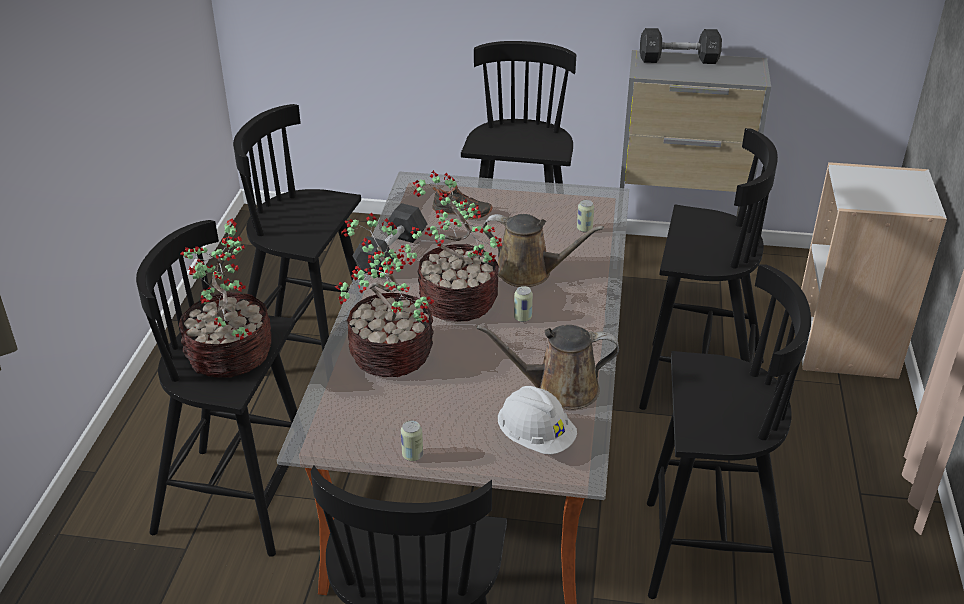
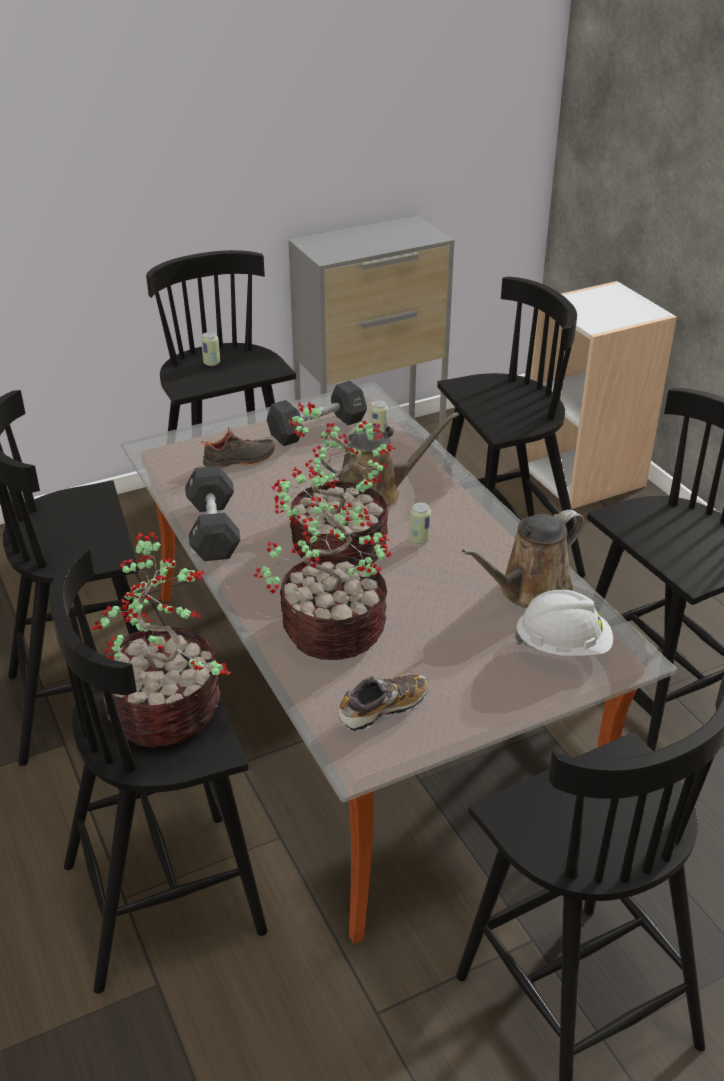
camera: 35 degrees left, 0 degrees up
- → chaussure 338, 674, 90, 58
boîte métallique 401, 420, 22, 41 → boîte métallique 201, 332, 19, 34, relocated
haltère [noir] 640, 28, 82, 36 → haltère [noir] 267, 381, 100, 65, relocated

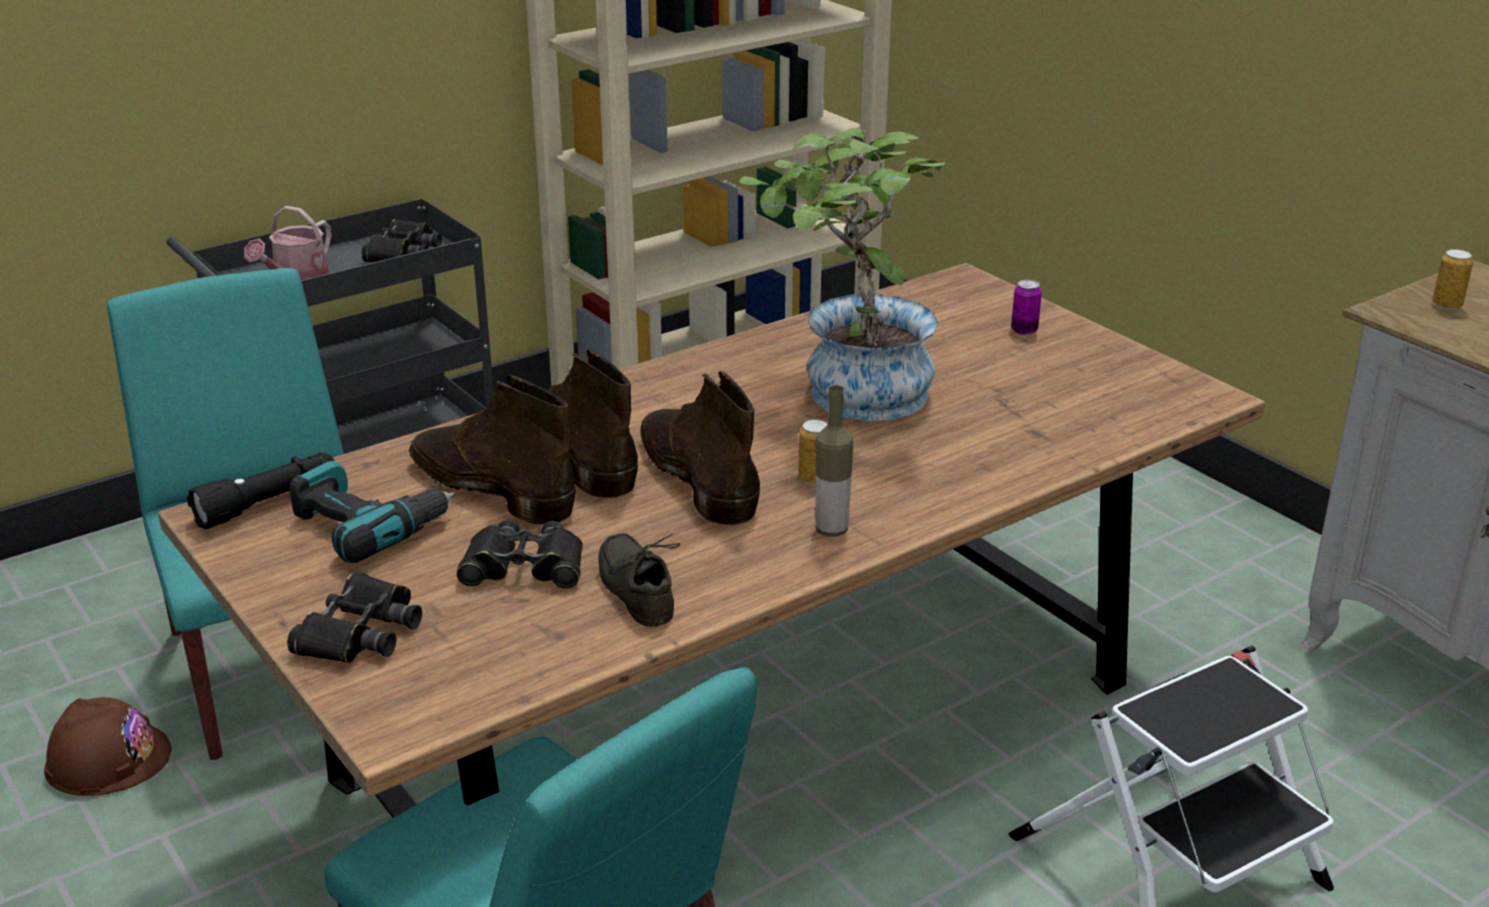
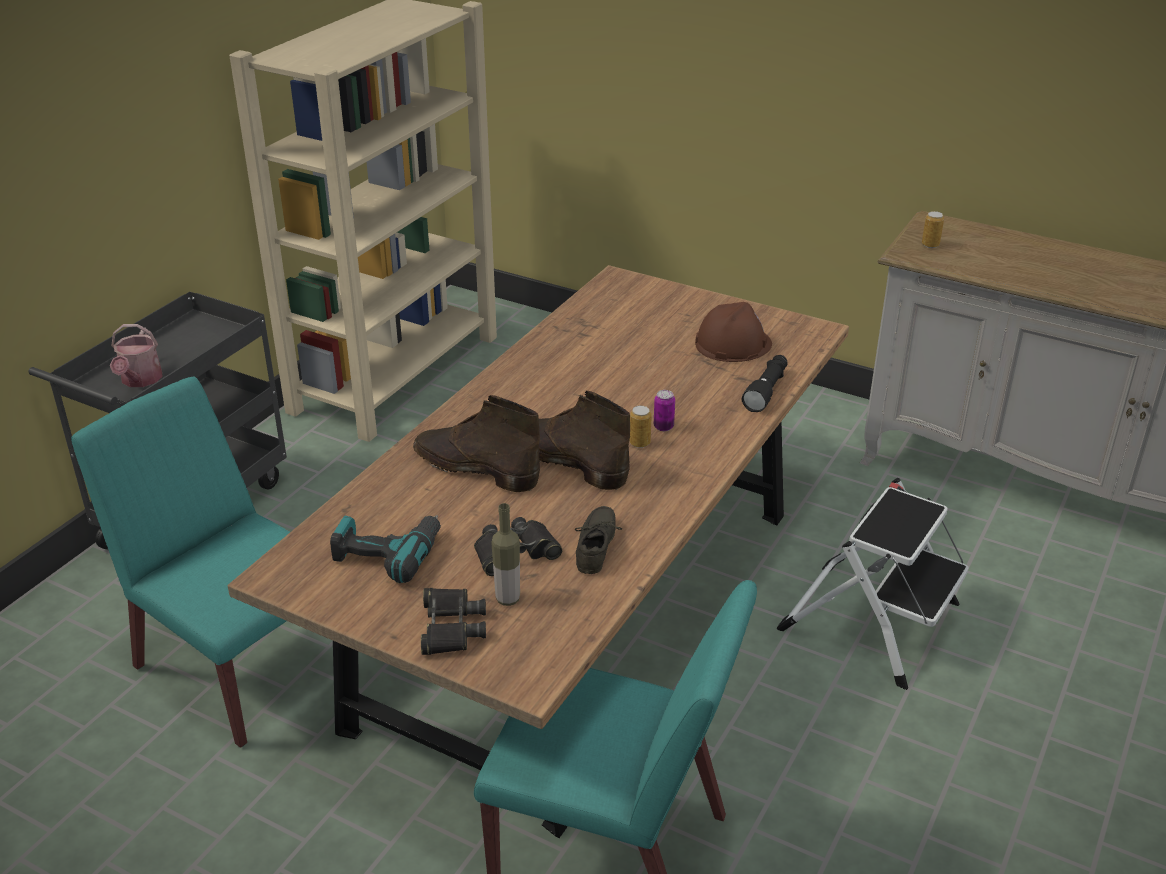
camera: 25 degrees left, 5 degrees up
jumelles [noir] 361, 219, 81, 43 → -
botte [marron] 409, 375, 167, 150 → -
plante en pot 739, 127, 207, 294 → -
casque de chantier [marron] 44, 697, 128, 99 → casque de chantier [marron] 695, 302, 77, 60, relocated
lampe de poche [noir] 187, 453, 147, 76 → lampe de poche [noir] 742, 355, 46, 57, relocated
bouteille 816, 385, 37, 152 → bouteille 491, 503, 29, 103, relocated
boîte métallique 1011, 280, 31, 55 → boîte métallique 654, 390, 21, 41, relocated
chaussure [gris] 598, 533, 82, 94 → chaussure [gris] 575, 506, 47, 68, 60 degrees clockwise

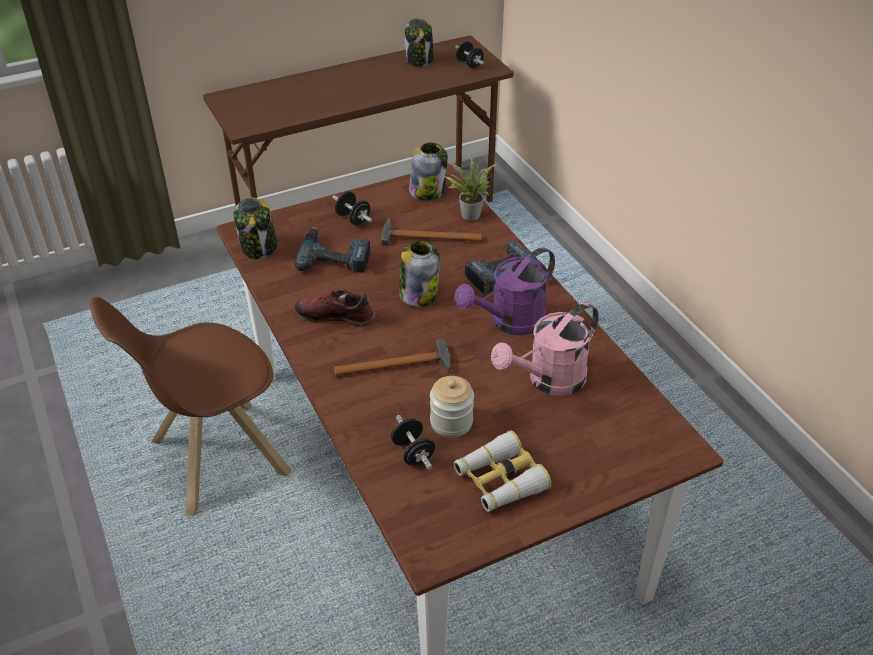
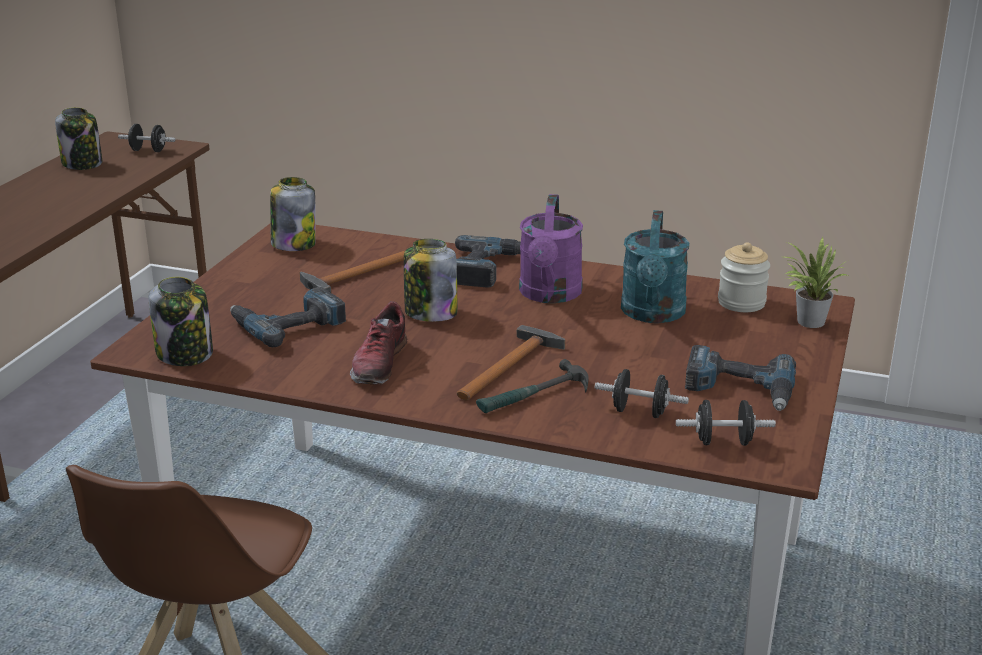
camera: 45 degrees left, 15 degrees down
- → marteau 476, 359, 113, 54
haltère [noir] 332, 191, 40, 34 → haltère [noir] 676, 400, 100, 46, relocated
bocal 430, 376, 44, 61 → bocal 718, 242, 52, 70, relocated
plante en pot 445, 157, 52, 64 → plante en pot 785, 237, 63, 91, relocated
jumelles 454, 430, 98, 82 → perceuse 685, 345, 111, 66
arrosoir [rose] 491, 303, 108, 93 → arrosoir [turquoise] 621, 210, 68, 113
chaussure 295, 288, 81, 39 → chaussure 350, 301, 57, 83, 45 degrees counterclockwise

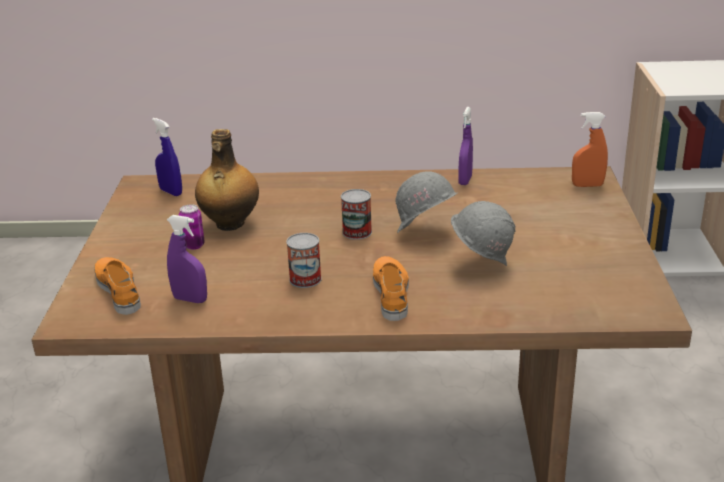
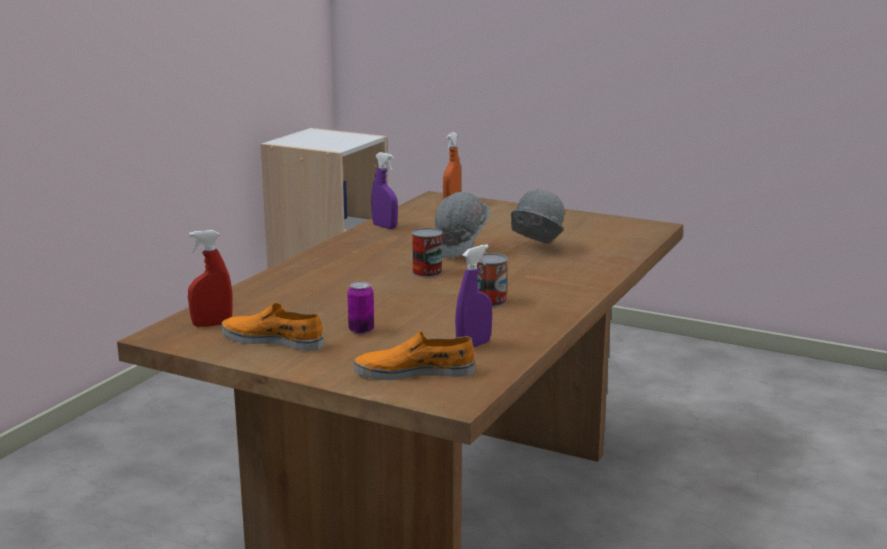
camera: 65 degrees left, 10 degrees down
bouteille 195, 129, 64, 102 → -
chaussure [orange] 373, 256, 36, 65 → chaussure [orange] 222, 303, 101, 48, relocated
vaporisateur [bleu] 152, 118, 30, 78 → vaporisateur [rouge] 188, 230, 45, 97

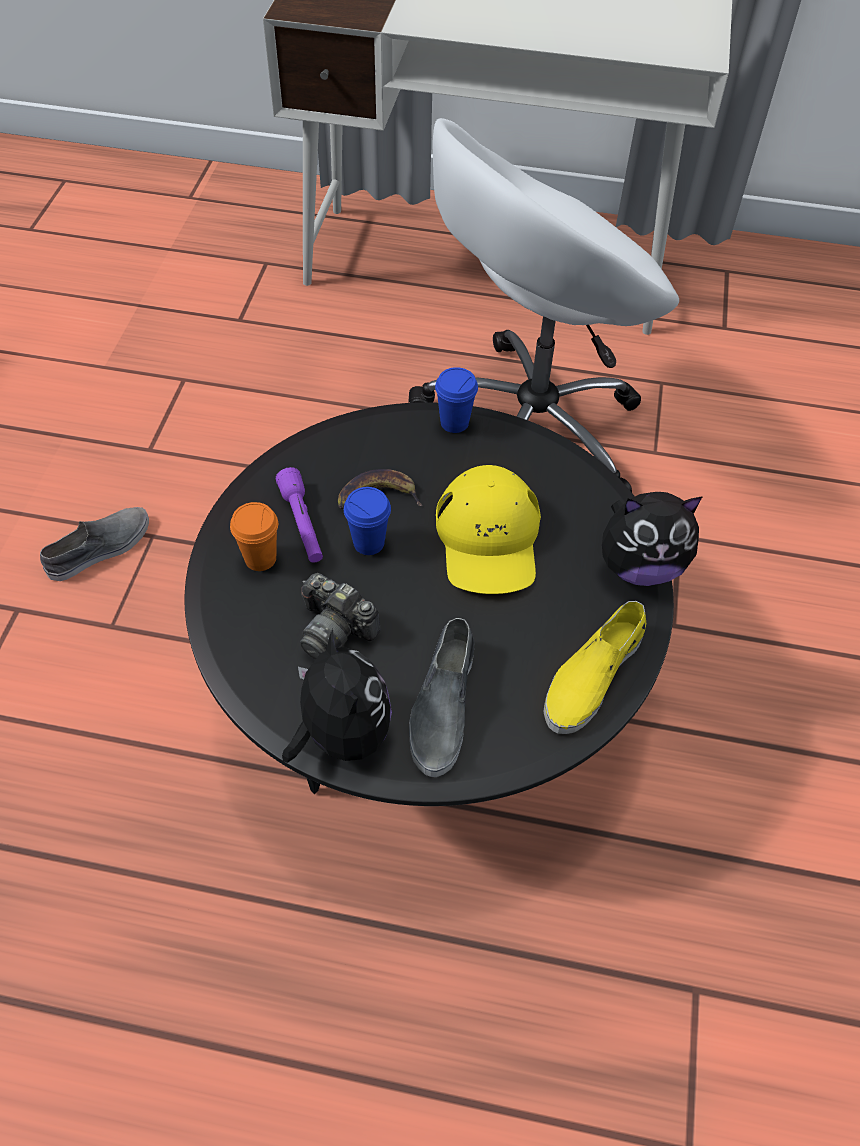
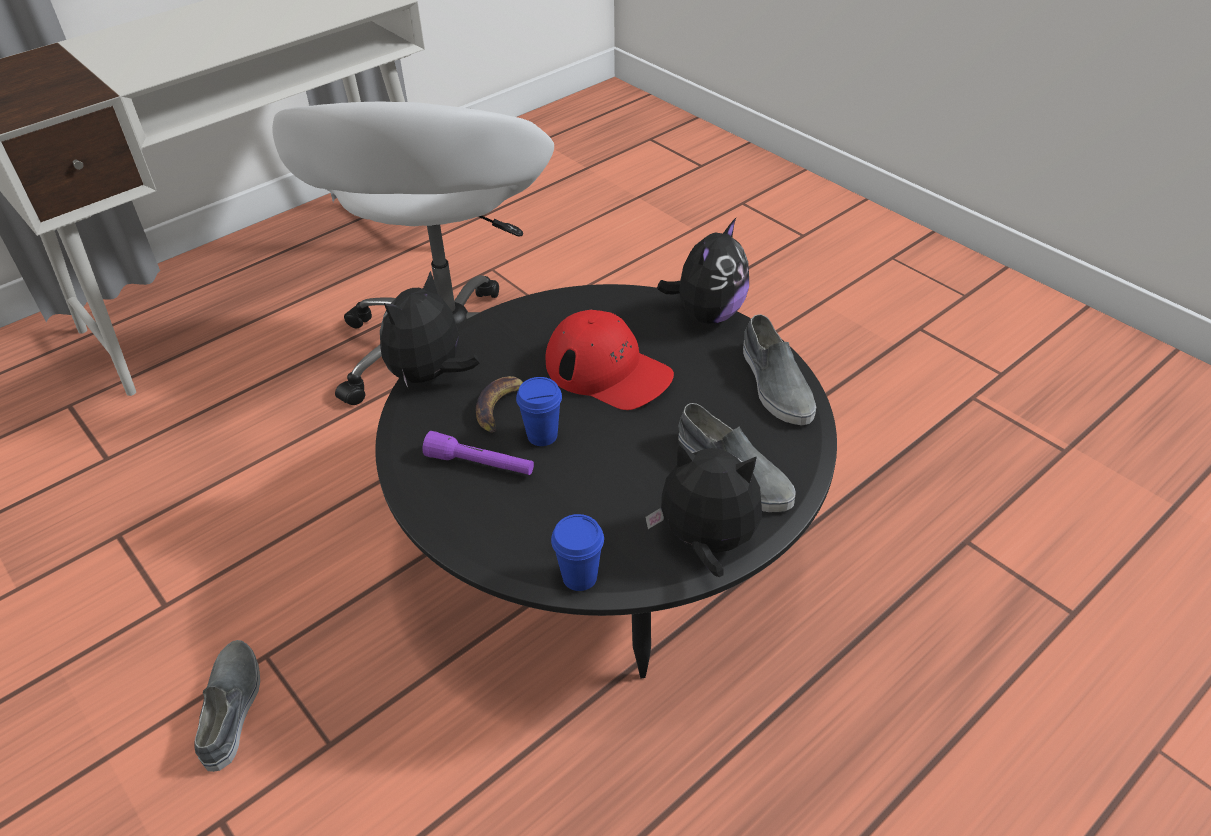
camera: 50 degrees left, 10 degrees down
tasse [orange] 230, 502, 48, 69 → -
appareil photo 300, 573, 81, 87 → -
- → peluche 380, 271, 100, 117
tasse [bleu] 435, 367, 43, 66 → tasse [bleu] 551, 514, 53, 77, relocated
casquette [jaune] 436, 465, 105, 129 → casquette [rouge] 546, 309, 128, 101
chaussure [jaune] 543, 601, 103, 133 → chaussure [gris] 743, 314, 73, 111

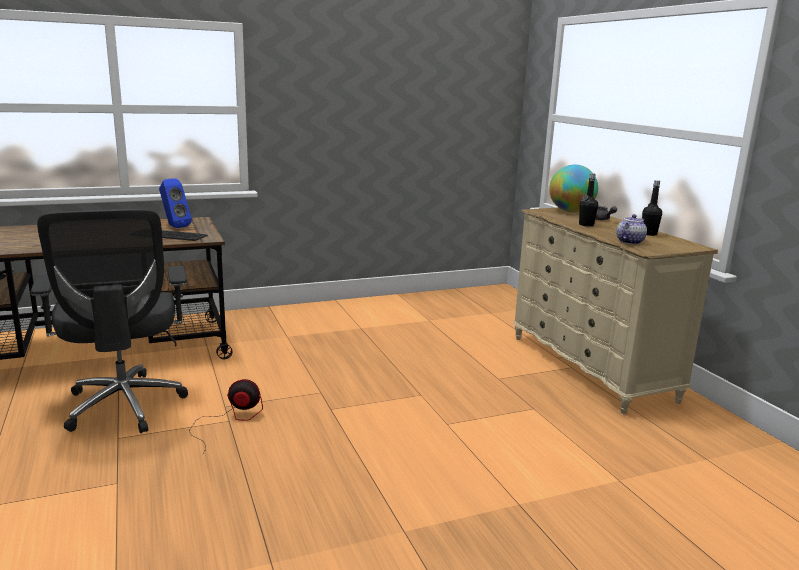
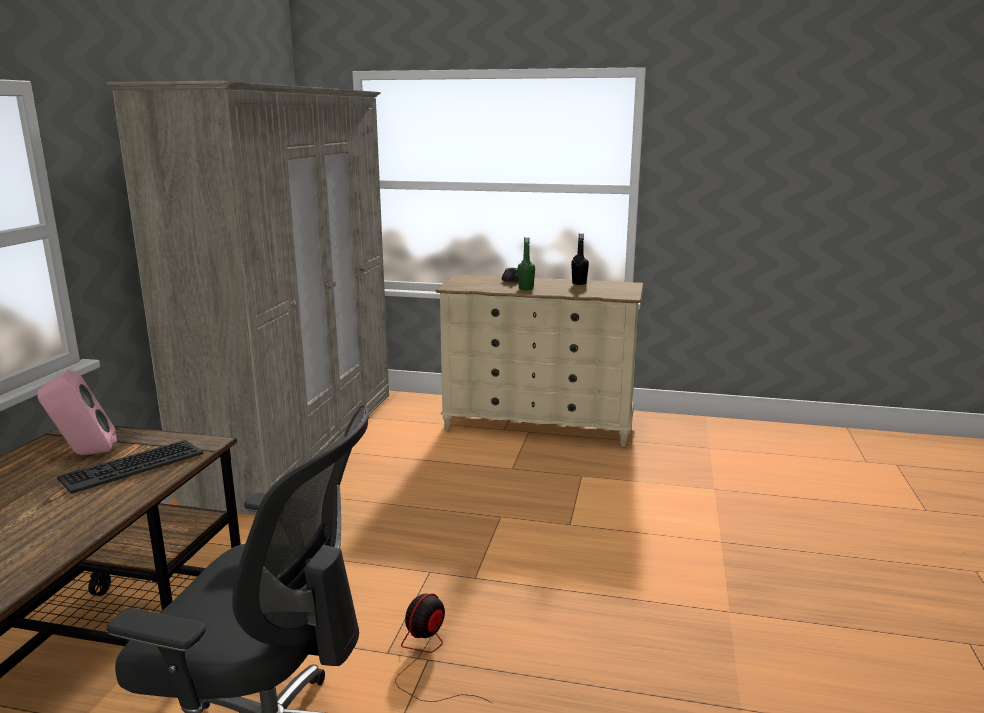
camera: 55 degrees left, 0 degrees up
globe 549, 165, 49, 47 → -
théière 616, 214, 31, 31 → -
- → armoire [beige] 107, 81, 282, 434
enceinte [bleu] 159, 178, 33, 50 → enceinte [rose] 37, 370, 80, 85
bouteille [noir] 579, 173, 19, 53 → bouteille [vert] 517, 237, 18, 53

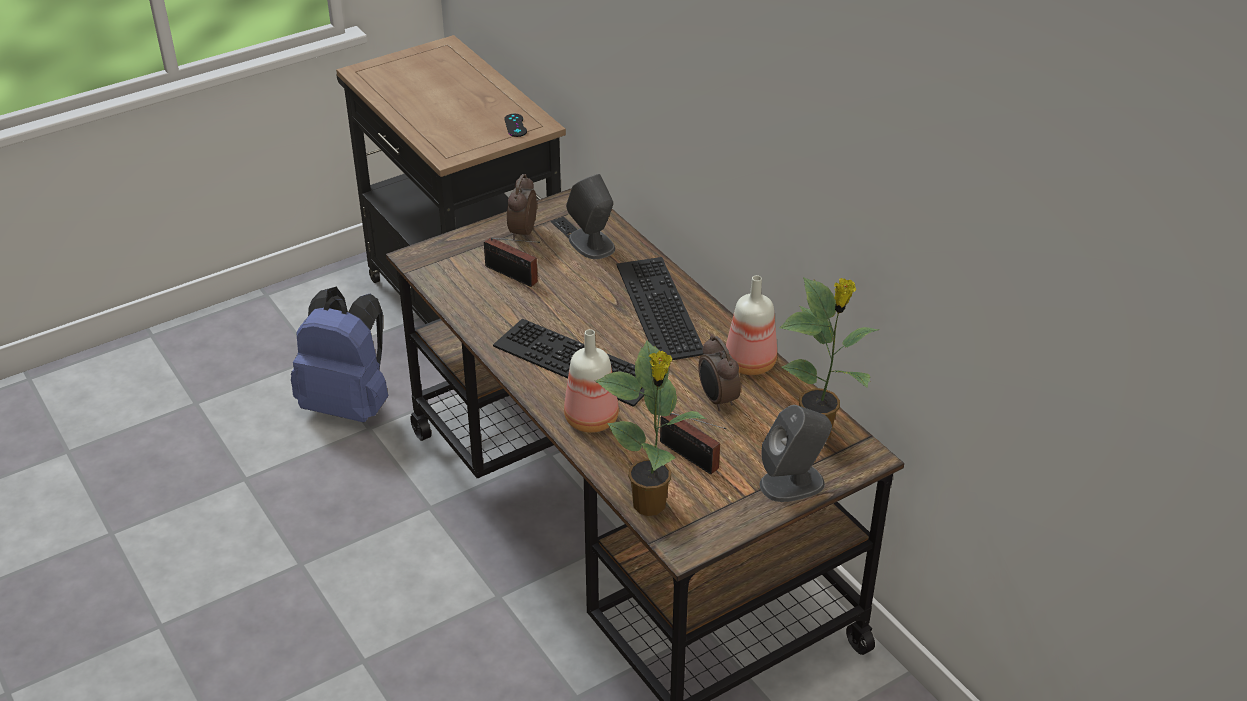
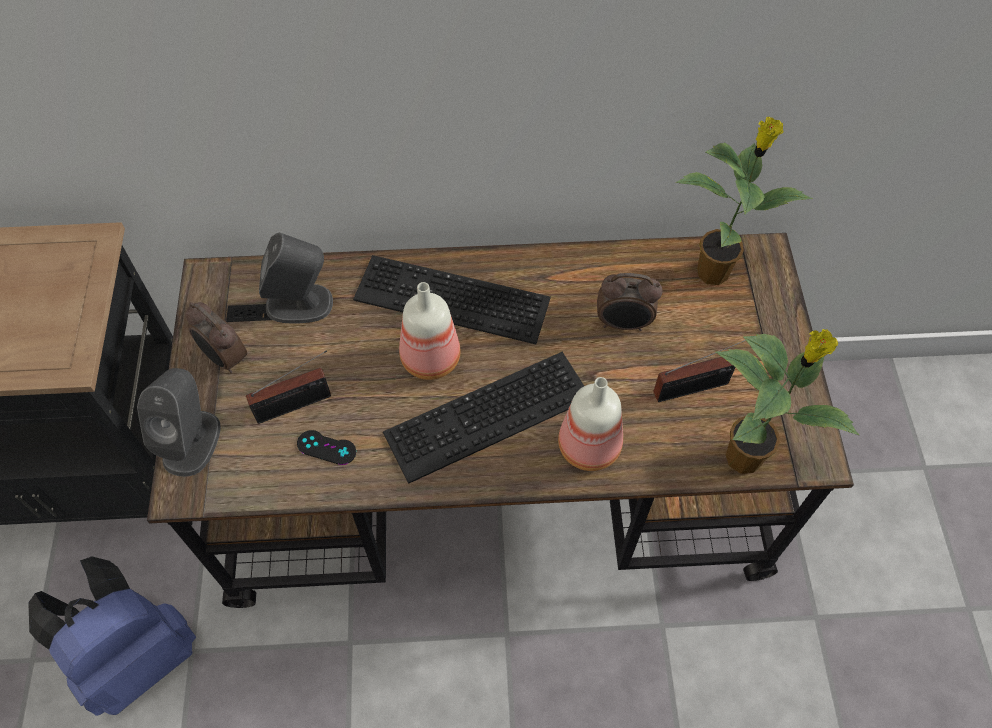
camera: 60 degrees left, 20 degrees up
manette [noir] 504, 114, 23, 23 → manette [noir] 297, 430, 59, 35, relocated
bouteille 726, 275, 51, 100 → bouteille 399, 282, 62, 98, relocated
enceinte [gris] 760, 405, 72, 97 → enceinte [gris] 137, 368, 84, 109, relocated

